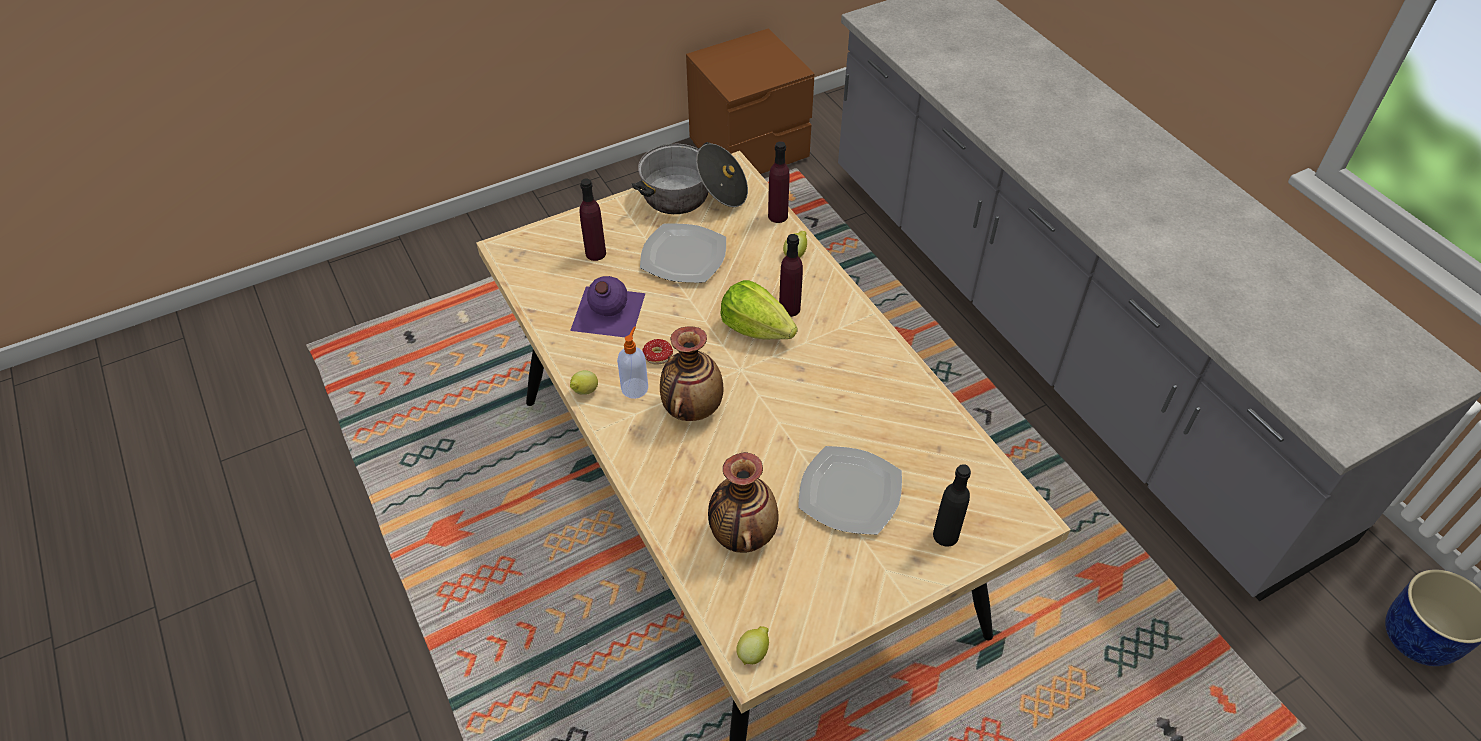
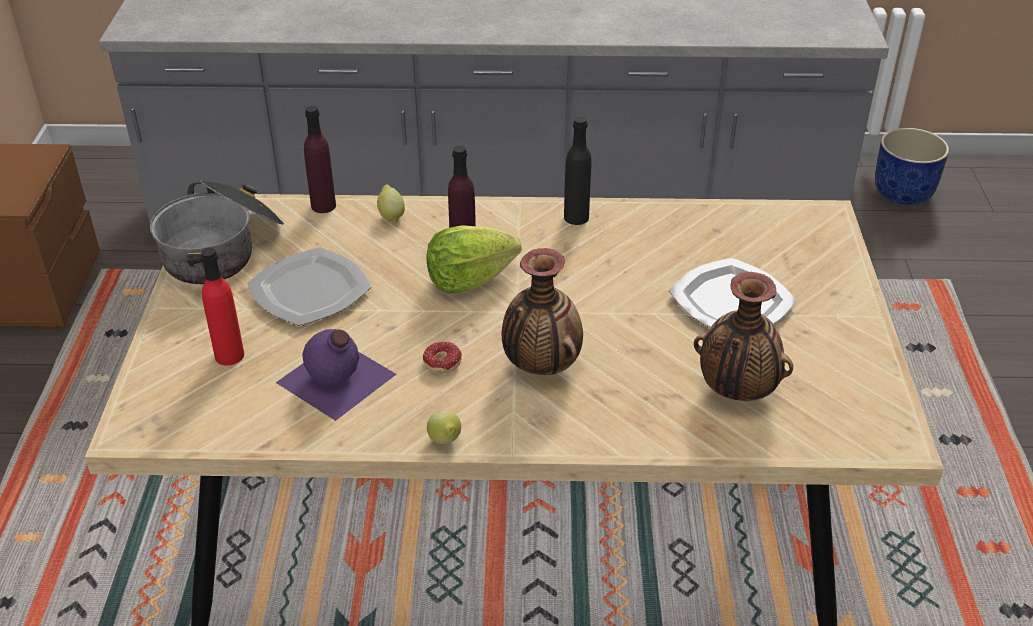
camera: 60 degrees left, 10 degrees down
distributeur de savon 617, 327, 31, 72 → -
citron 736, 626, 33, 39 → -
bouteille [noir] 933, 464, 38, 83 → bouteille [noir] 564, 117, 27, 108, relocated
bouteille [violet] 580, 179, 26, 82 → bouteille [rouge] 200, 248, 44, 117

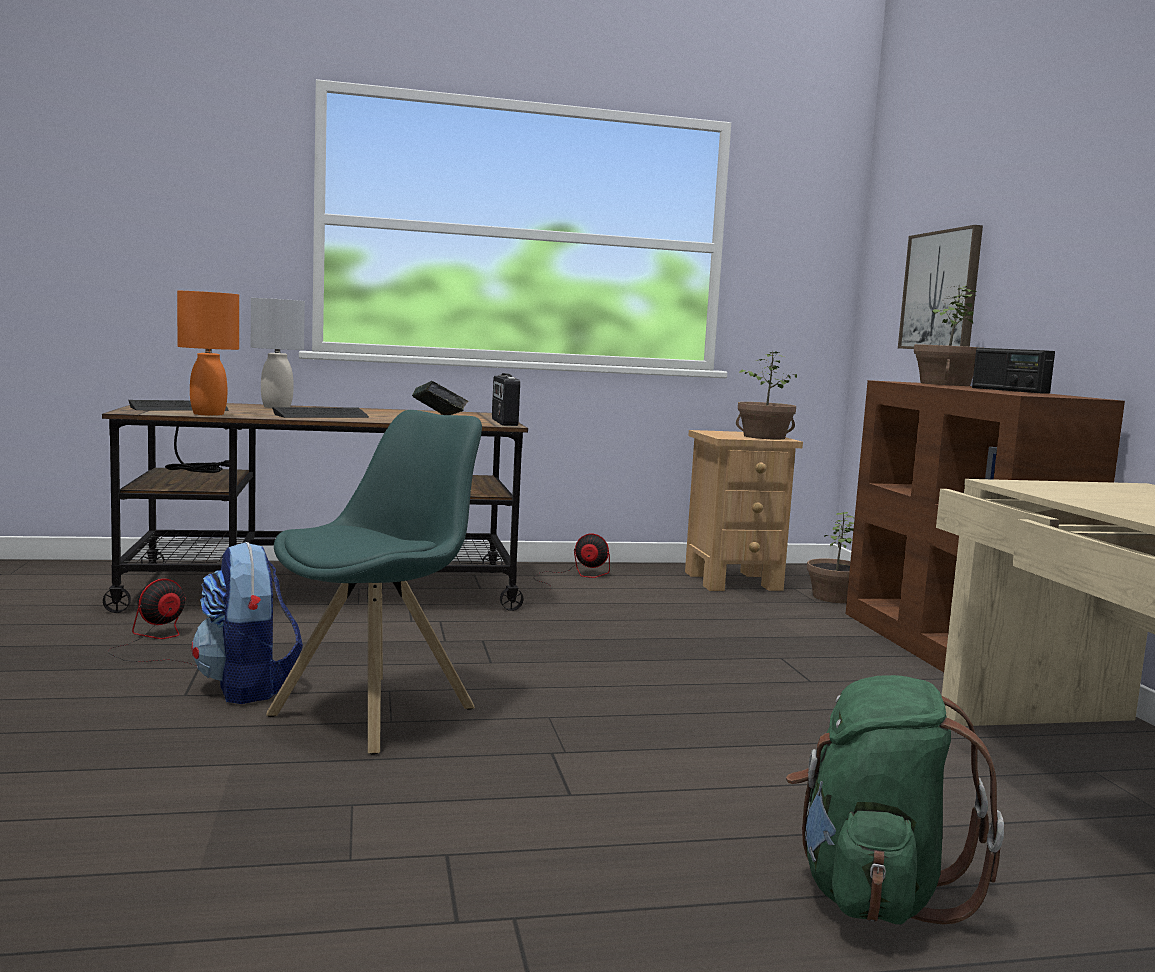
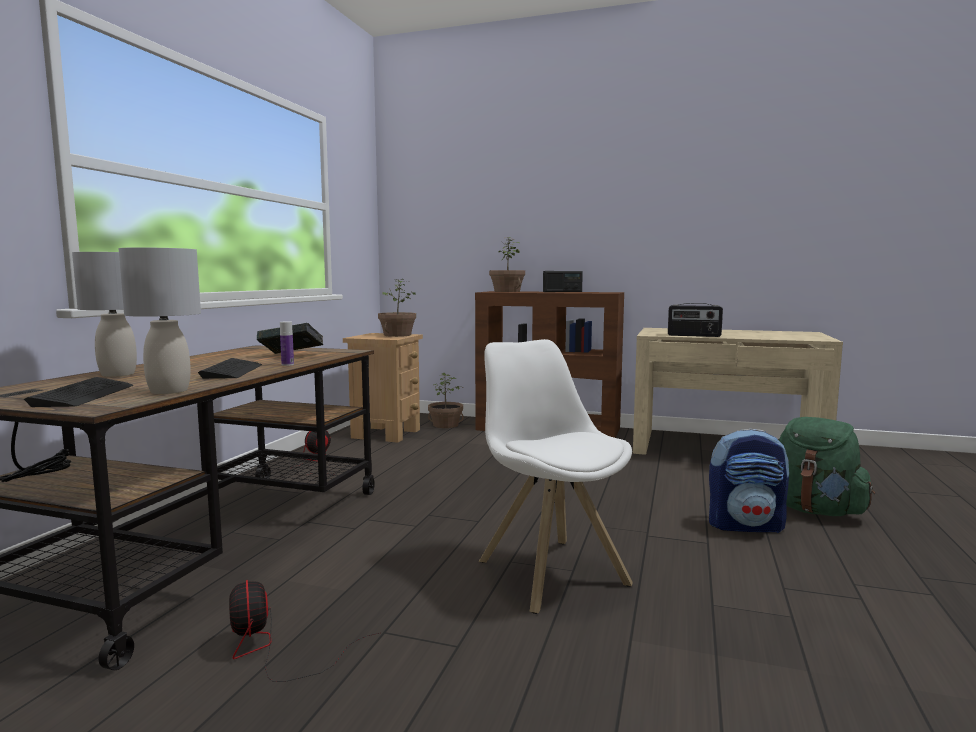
camera: 60 degrees left, 0 degrees up
tableau 898, 225, 85, 124 → -
- → bouteille 280, 321, 14, 45
sac à dos 191, 542, 112, 162 → sac à dos 709, 429, 80, 104, relocated
radio 492, 373, 28, 53 → radio 668, 303, 55, 34, relocated
lampe de table [orange] 177, 291, 62, 125 → lampe de table [gris] 118, 247, 83, 147
chaise [turquoise] 266, 410, 216, 345 → chaise [blanc] 479, 339, 154, 275

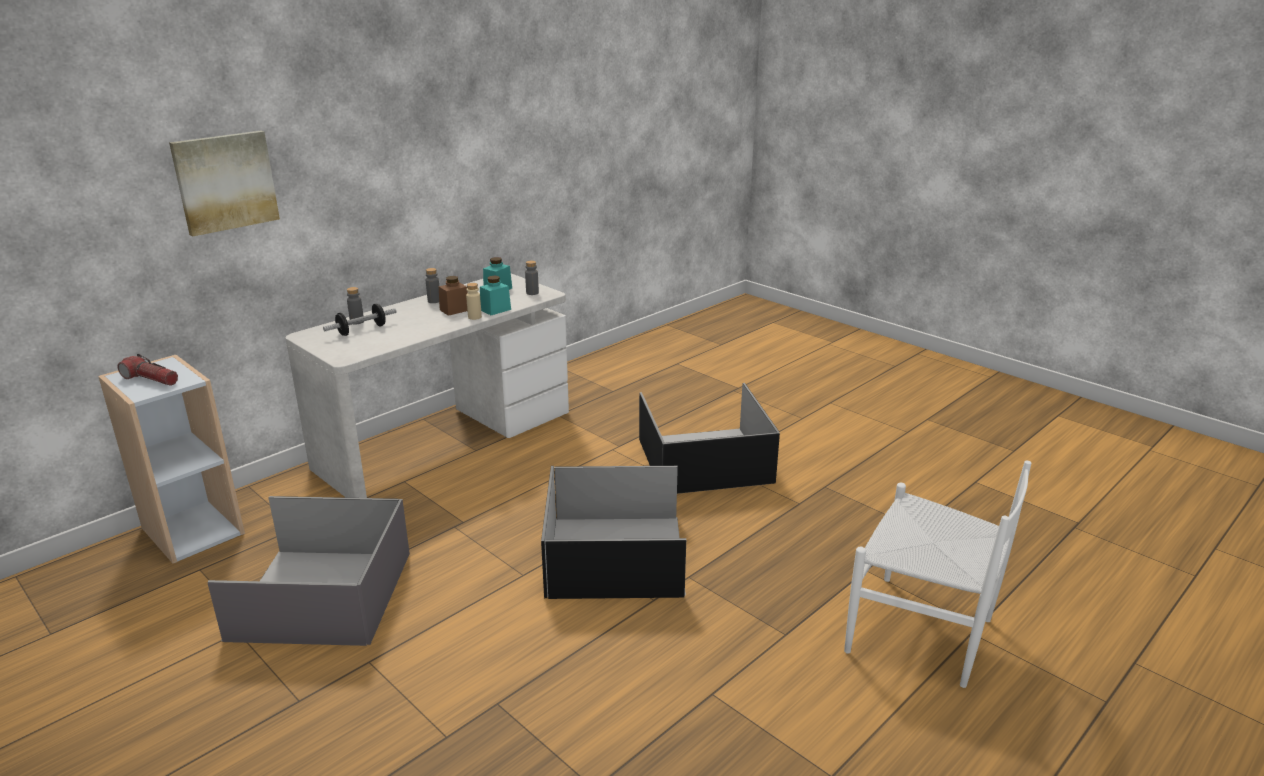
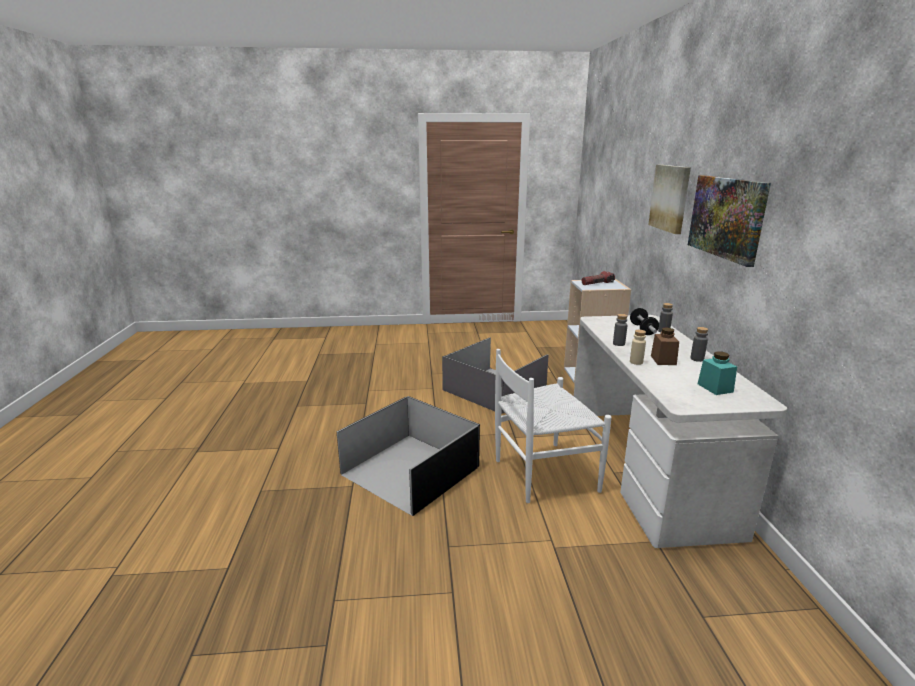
camera: 130 degrees right, 5 degrees down
bocal [turquoise] 480, 276, 31, 39 → -
boîte de rangement [noir] 639, 383, 141, 111 → -
- → tableau 688, 175, 83, 92
bouteille [gris] 525, 261, 14, 34 → bouteille [gris] 613, 314, 15, 32, relocated
chaise [blanc] 844, 461, 187, 227 → chaise [blanc] 495, 349, 117, 154, relocated

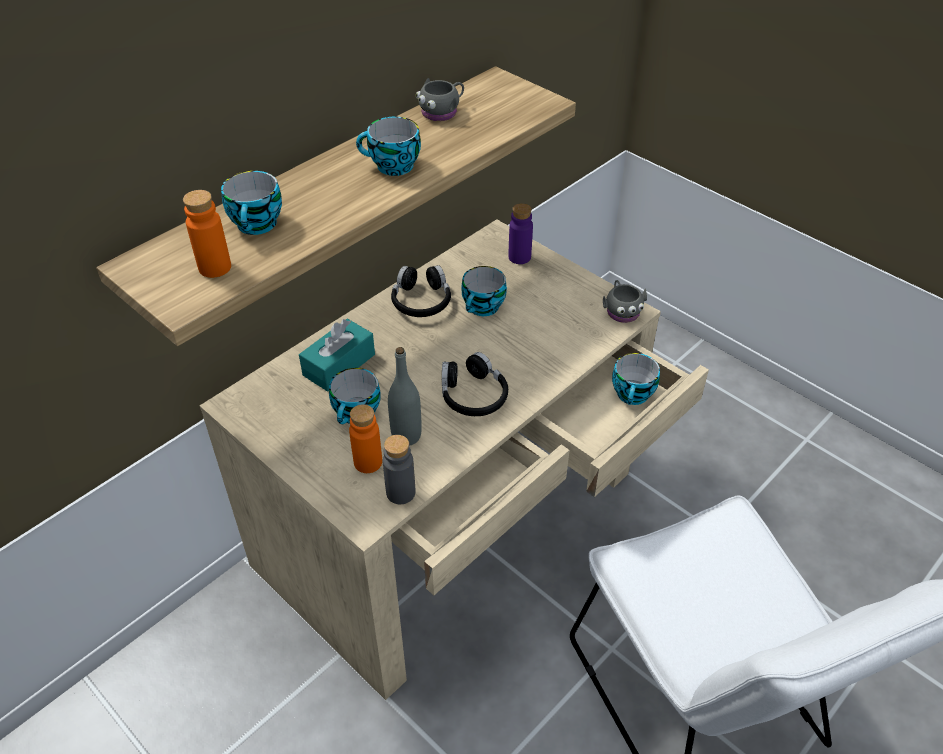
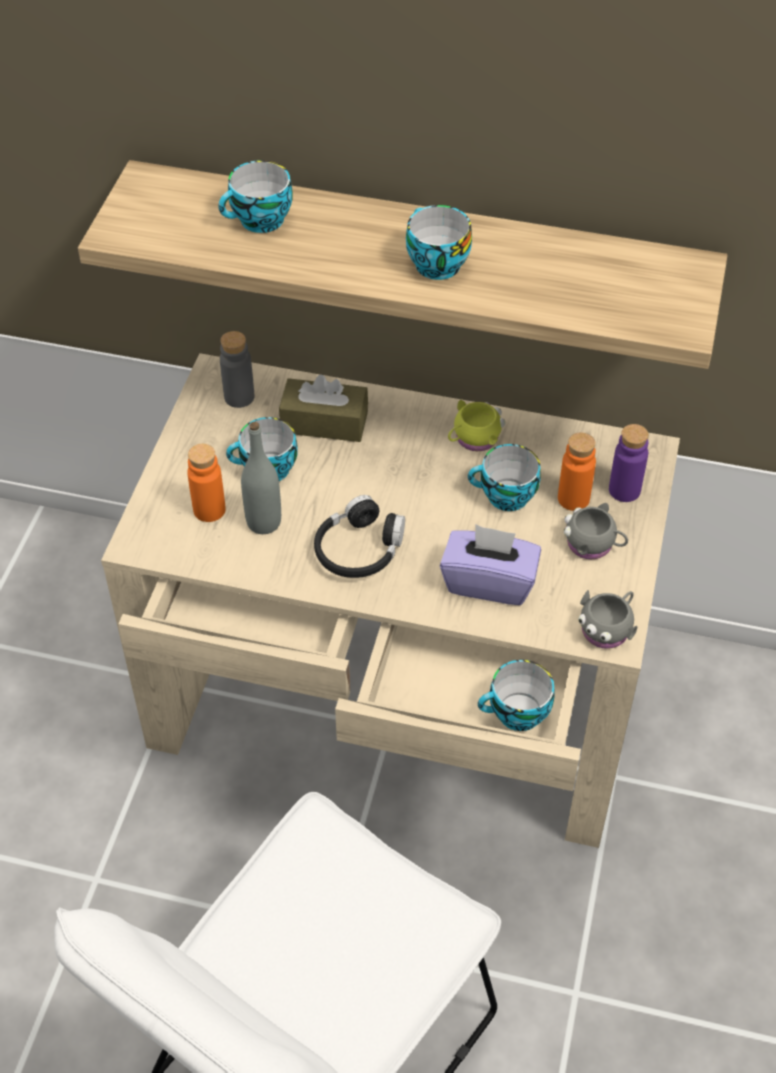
camera: 60 degrees right, 5 degrees up
- → boîte à mouchoirs [violet] 440, 525, 101, 80
bouteille [orange] 183, 190, 48, 88 → bouteille [orange] 558, 433, 38, 78, relocated
bouteille [gris] 383, 435, 32, 69 → bouteille [gris] 220, 331, 34, 77, relocated
mug [gris] 416, 78, 48, 43 → mug [gris] 564, 503, 64, 56, relocated
casque audio [noir] 391, 265, 60, 52 → mug [jaune] 448, 400, 57, 51
boîte à mouchoirs [turquoise] 299, 319, 76, 73 → boîte à mouchoirs [marron] 279, 375, 89, 67

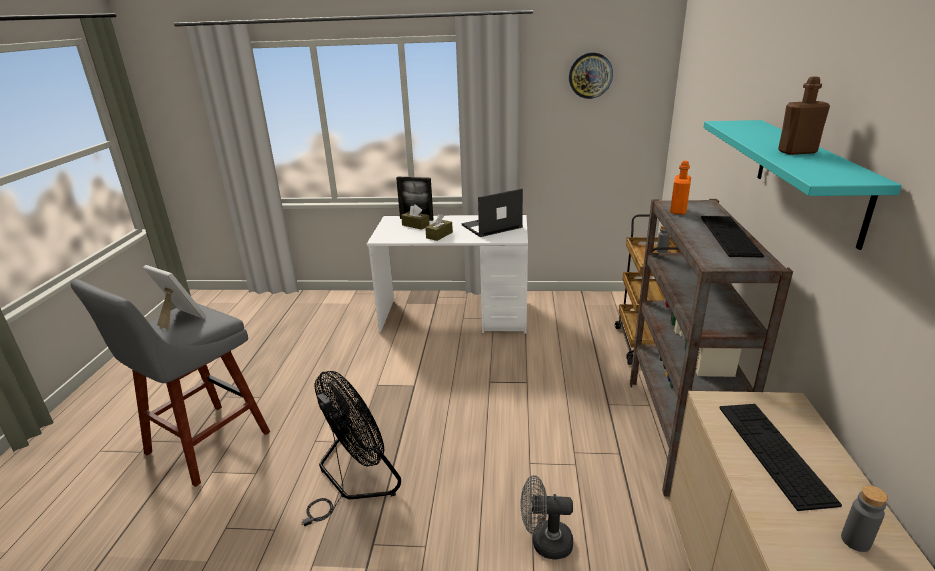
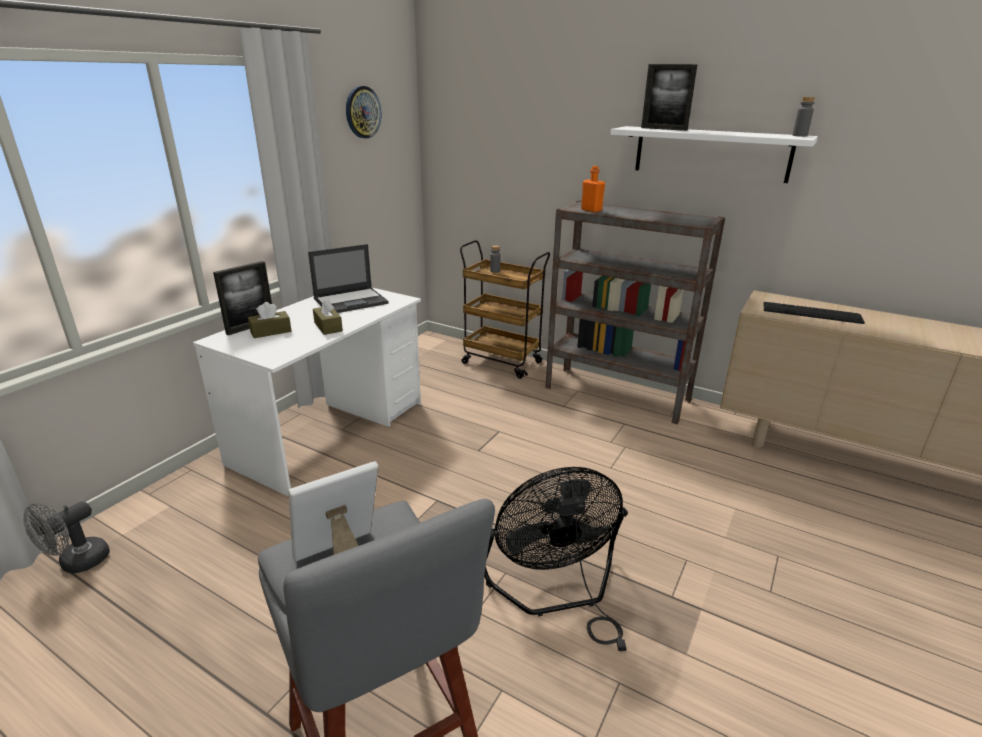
camera: 65 degrees left, 0 degrees up
clavier 701, 216, 63, 41 → -
bouteille [marron] 778, 77, 52, 78 → -
- → cadre photo 641, 64, 56, 67
ventilateur [gris] 521, 475, 52, 84 → ventilateur [gris] 23, 501, 87, 72, relocated
bouteille [gris] 841, 485, 47, 67 → bouteille [gris] 792, 97, 23, 40, relocated
étagère [turquoise] 704, 120, 198, 130 → étagère [blanc] 611, 126, 207, 57
ordinateur portable 461, 189, 62, 48 → ordinateur portable 308, 244, 81, 69, 120 degrees counterclockwise

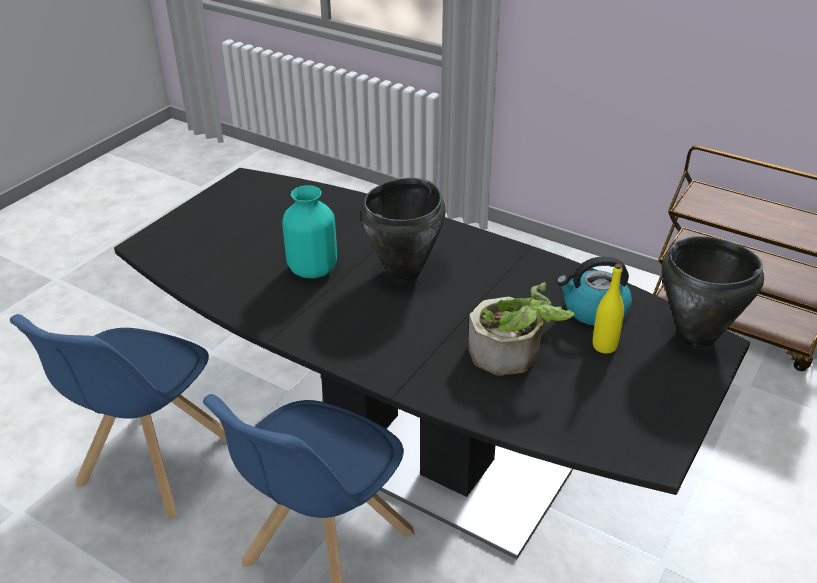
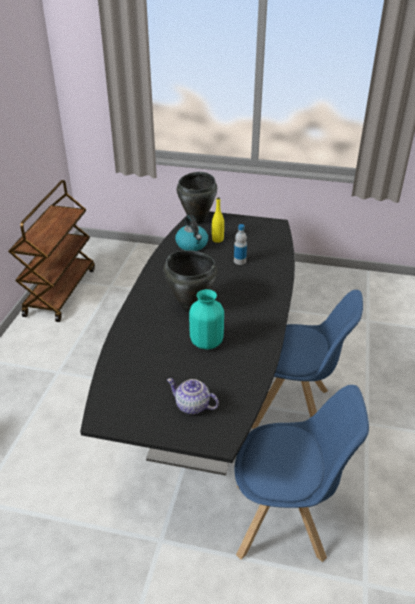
camera: 110 degrees left, 0 degrees up
- → théière 167, 378, 52, 36
plante en pot 468, 282, 107, 94 → bouteille 234, 224, 13, 41

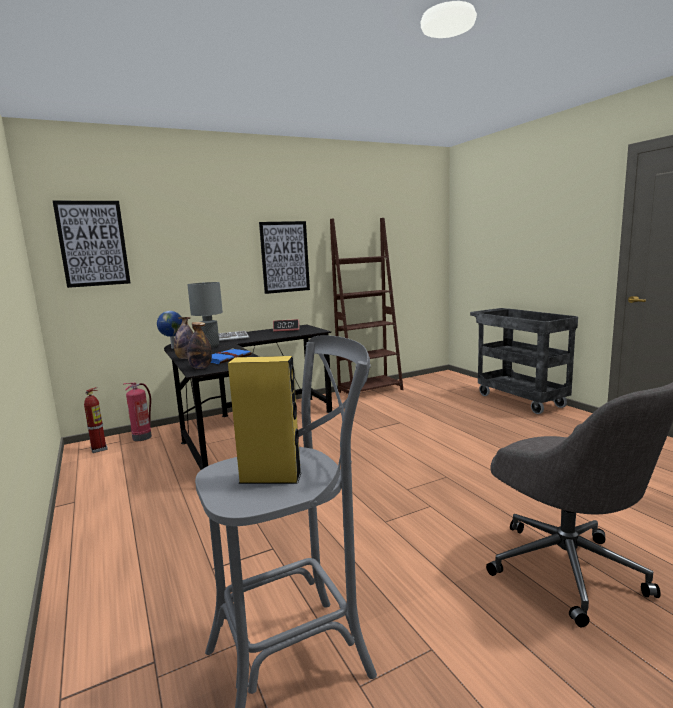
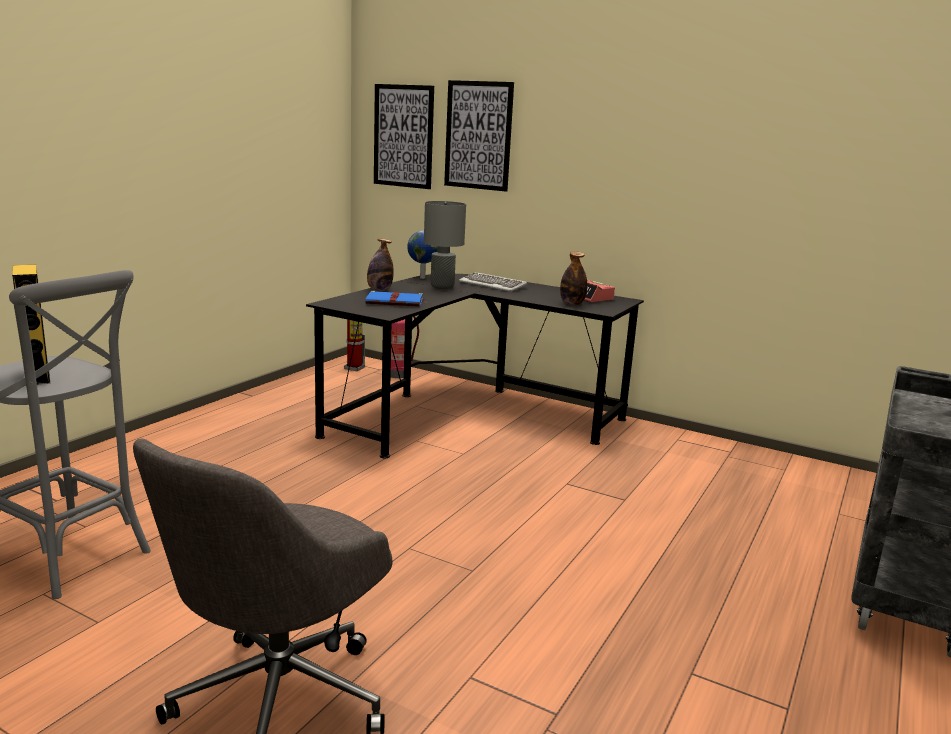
camera: 55 degrees right, 5 degrees up
bibliothèque [marron] 330, 218, 74, 176 → -
bouteille 187, 322, 25, 47 → bouteille 560, 251, 27, 54, relocated
tableau 259, 221, 51, 73 → tableau 444, 80, 70, 112, relocated

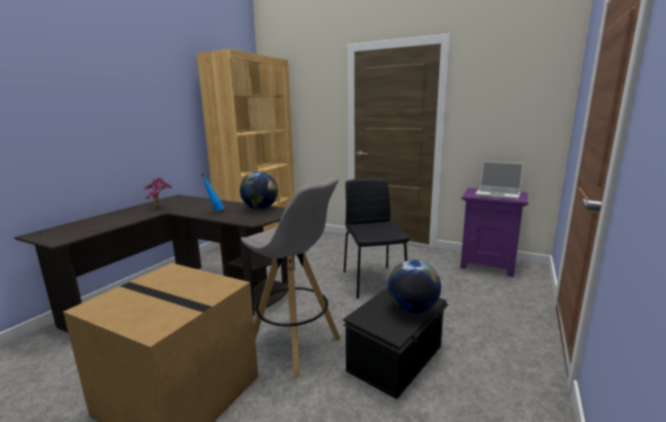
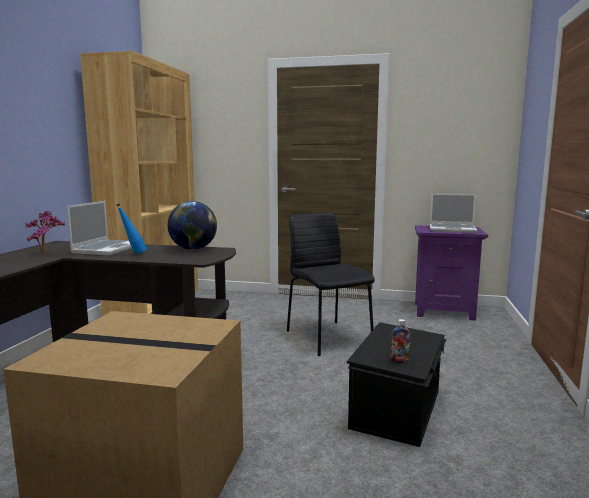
camera: 15 degrees left, 5 degrees down
tabouret [gris] 241, 177, 100, 200 → -
globe 388, 260, 53, 53 → -
- → ordinateur portable 67, 201, 65, 54
- → bouteille 391, 319, 20, 44

